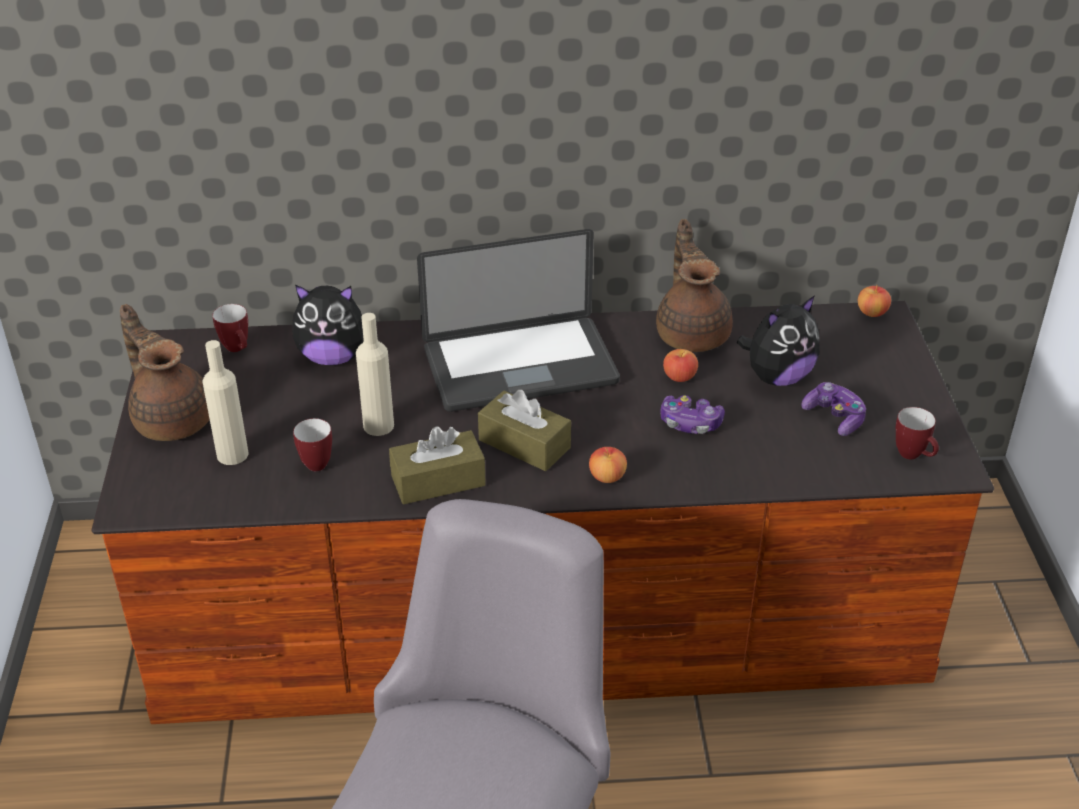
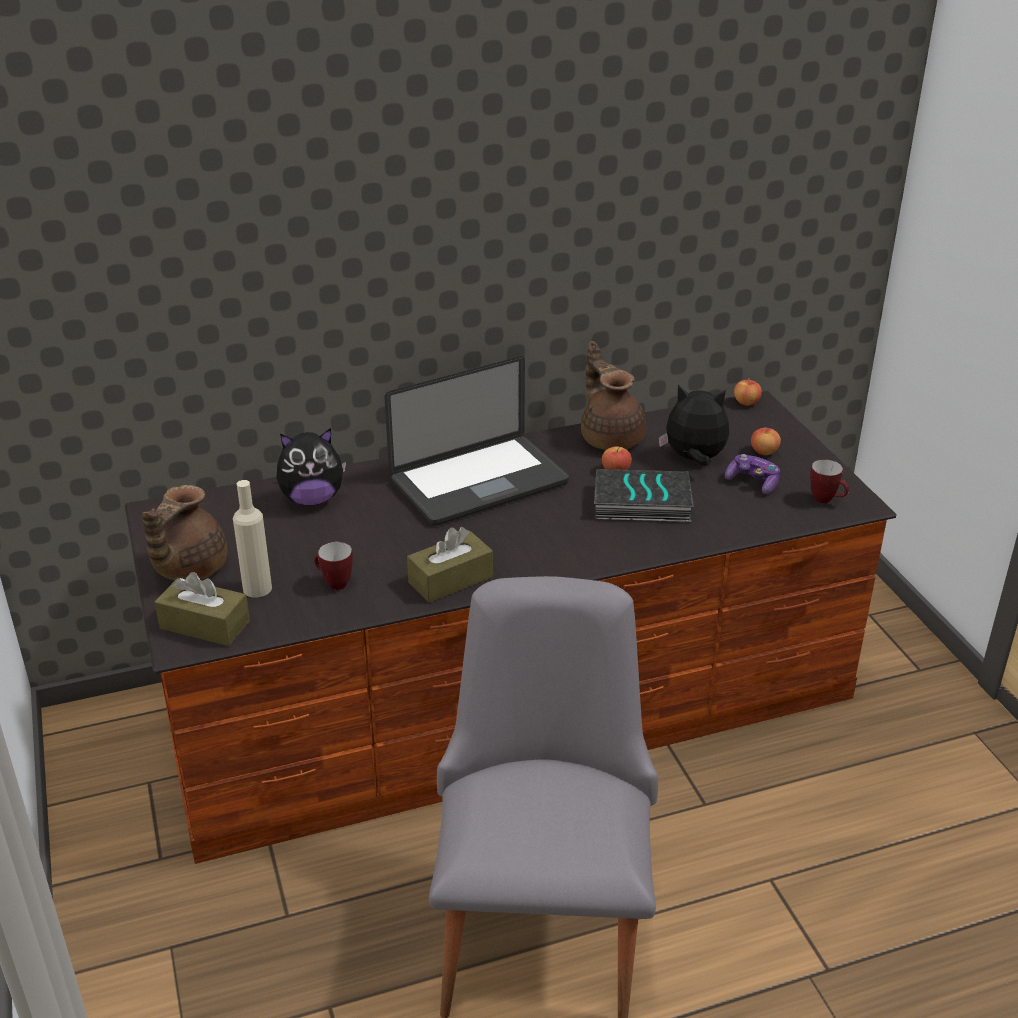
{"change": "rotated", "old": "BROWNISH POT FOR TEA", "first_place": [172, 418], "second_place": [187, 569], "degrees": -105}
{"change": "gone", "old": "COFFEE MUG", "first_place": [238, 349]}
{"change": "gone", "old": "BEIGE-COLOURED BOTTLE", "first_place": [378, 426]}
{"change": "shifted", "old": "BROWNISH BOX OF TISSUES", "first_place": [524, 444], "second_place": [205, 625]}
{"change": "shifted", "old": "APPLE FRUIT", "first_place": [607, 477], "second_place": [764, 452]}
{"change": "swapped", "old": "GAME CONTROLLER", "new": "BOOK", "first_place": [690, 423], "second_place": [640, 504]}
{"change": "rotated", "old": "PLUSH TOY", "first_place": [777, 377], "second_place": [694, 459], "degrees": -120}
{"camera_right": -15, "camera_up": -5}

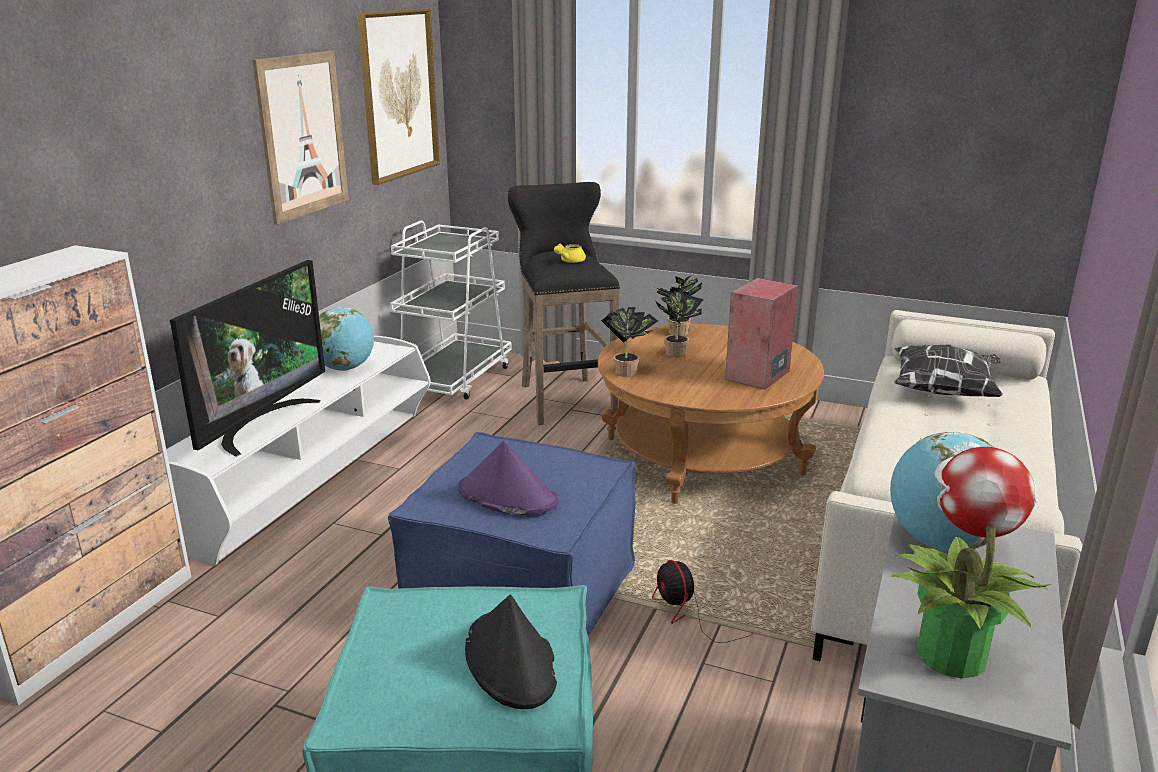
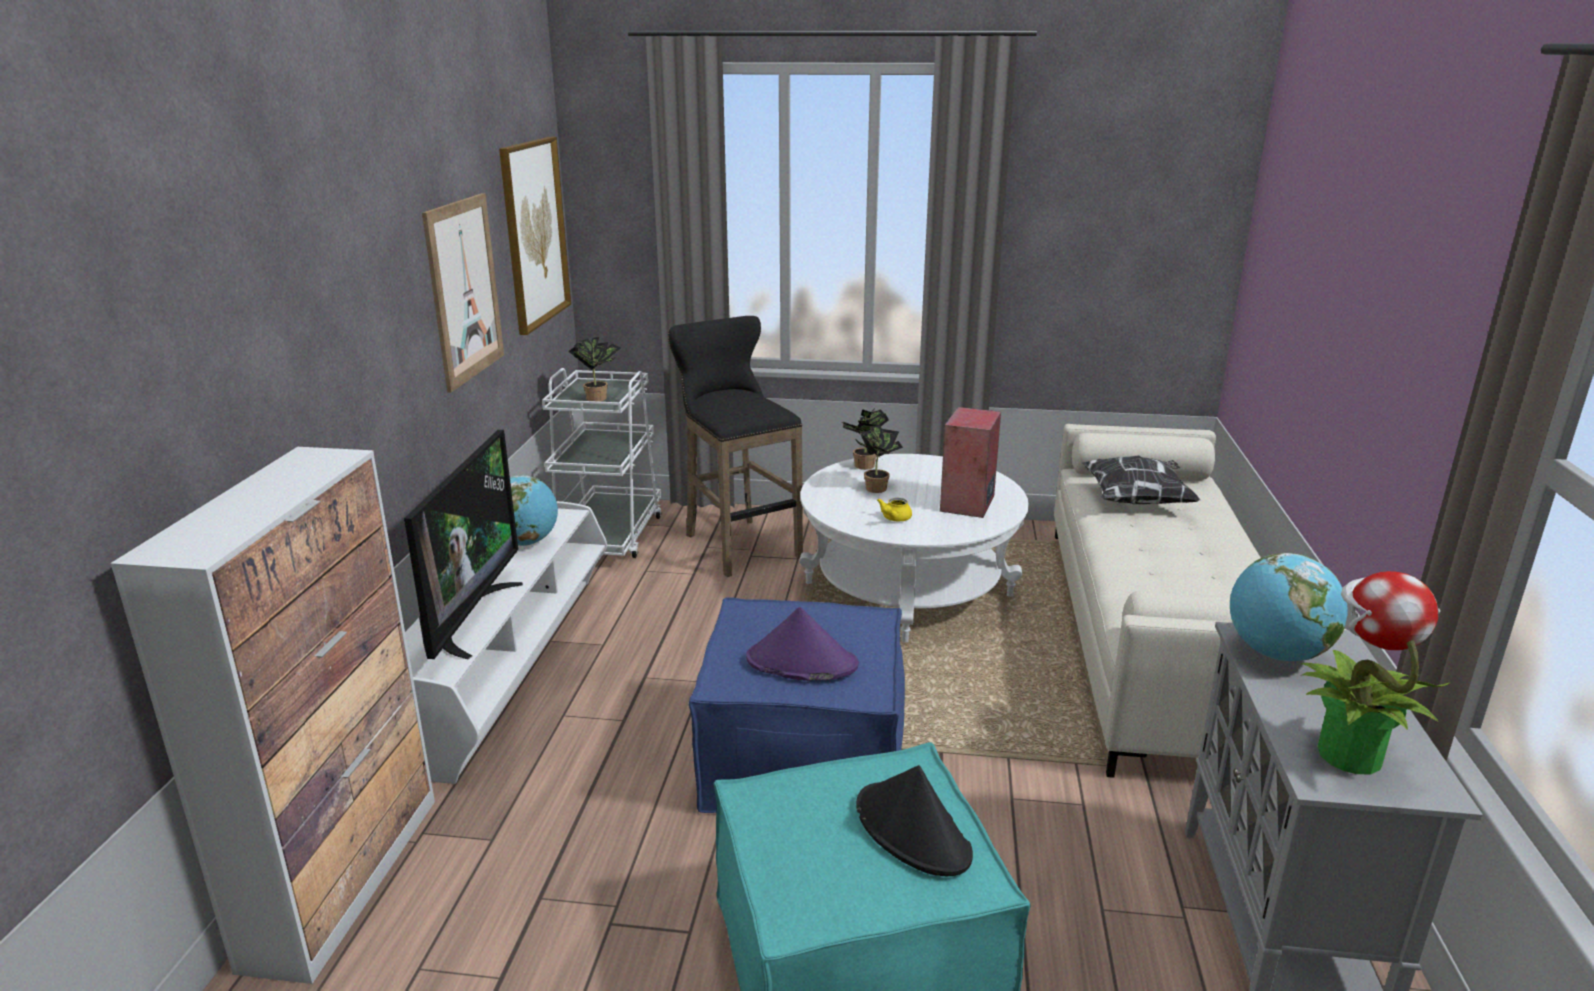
{"change": "shifted", "old": "YELLOWISH POT FOR TEA", "first_place": [569, 261], "second_place": [894, 519]}
{"change": "repainted", "old": "BROWNISH COFFEE TABLE", "new": "WHITE-COLOURED COFFEE TABLE", "first_place": [703, 456], "second_place": [908, 589]}
{"change": "shifted", "old": "PLANT IN A POT", "first_place": [628, 371], "second_place": [599, 398]}
{"change": "gone", "old": "FAN", "first_place": [697, 615]}
{"camera_right": -15, "camera_up": 0}

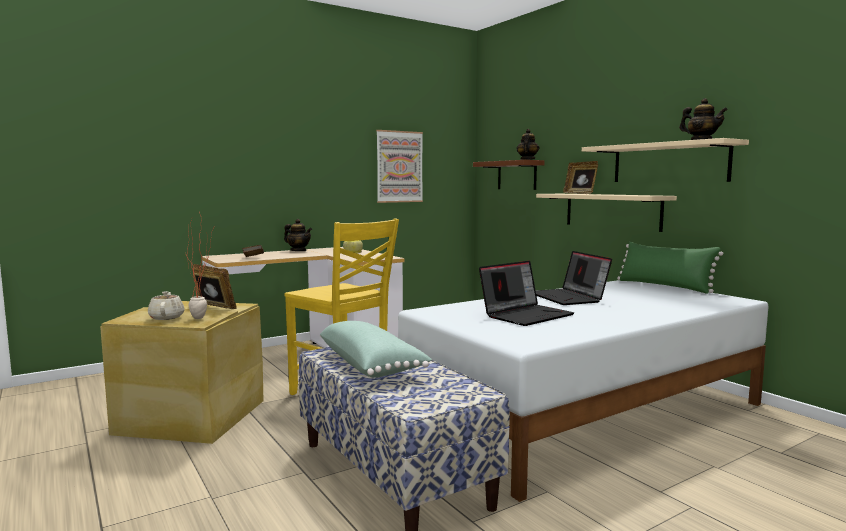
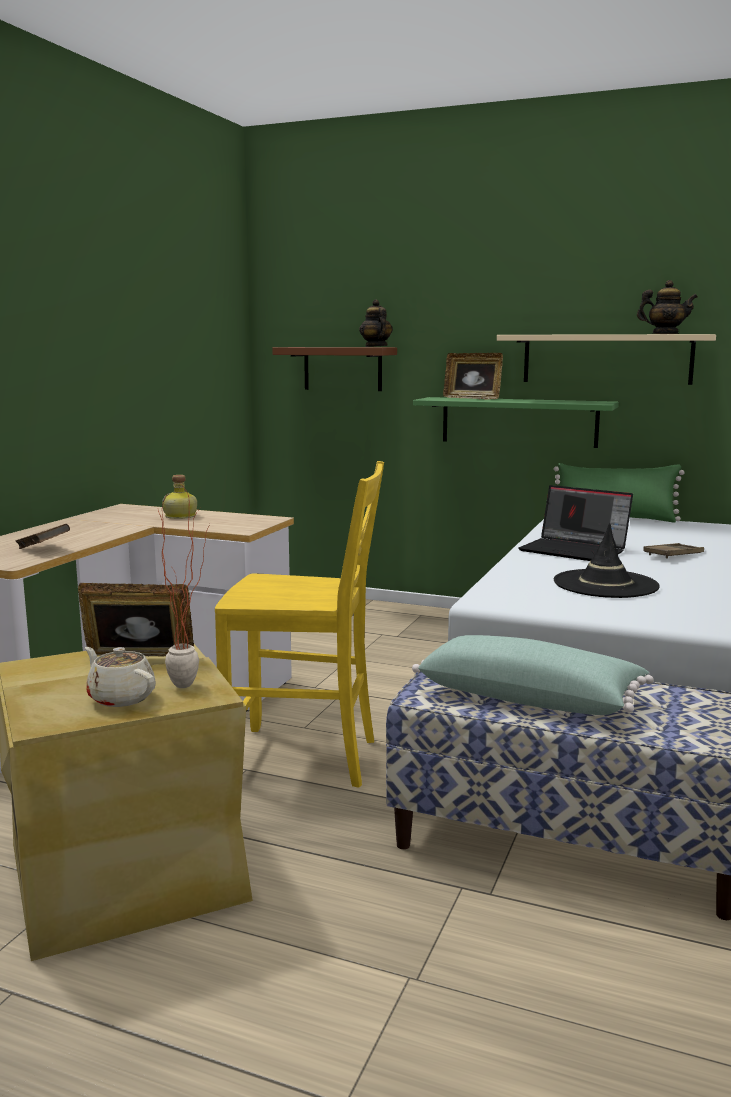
{"change": "gone", "old": "POT FOR TEA", "first_place": [298, 251]}
{"change": "gone", "old": "PICTURE", "first_place": [399, 167]}
{"change": "swapped", "old": "LAPTOP", "new": "BLACKISH HAT", "first_place": [526, 315], "second_place": [605, 584]}
{"change": "repainted", "old": "BEIGE-COLOURED BRACKET SHELF", "new": "GREEN BRACKET SHELF", "first_place": [612, 211], "second_place": [519, 422]}
{"change": "new", "new": "BROWNISH SERVING TRAY", "second_place": [673, 555]}
{"camera_right": -35, "camera_up": 5}

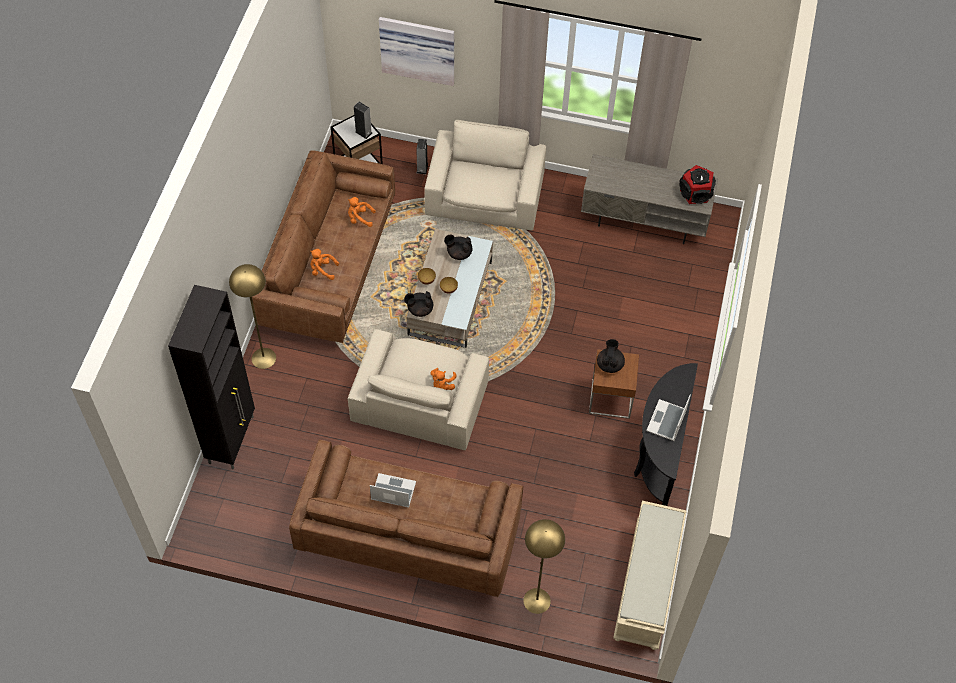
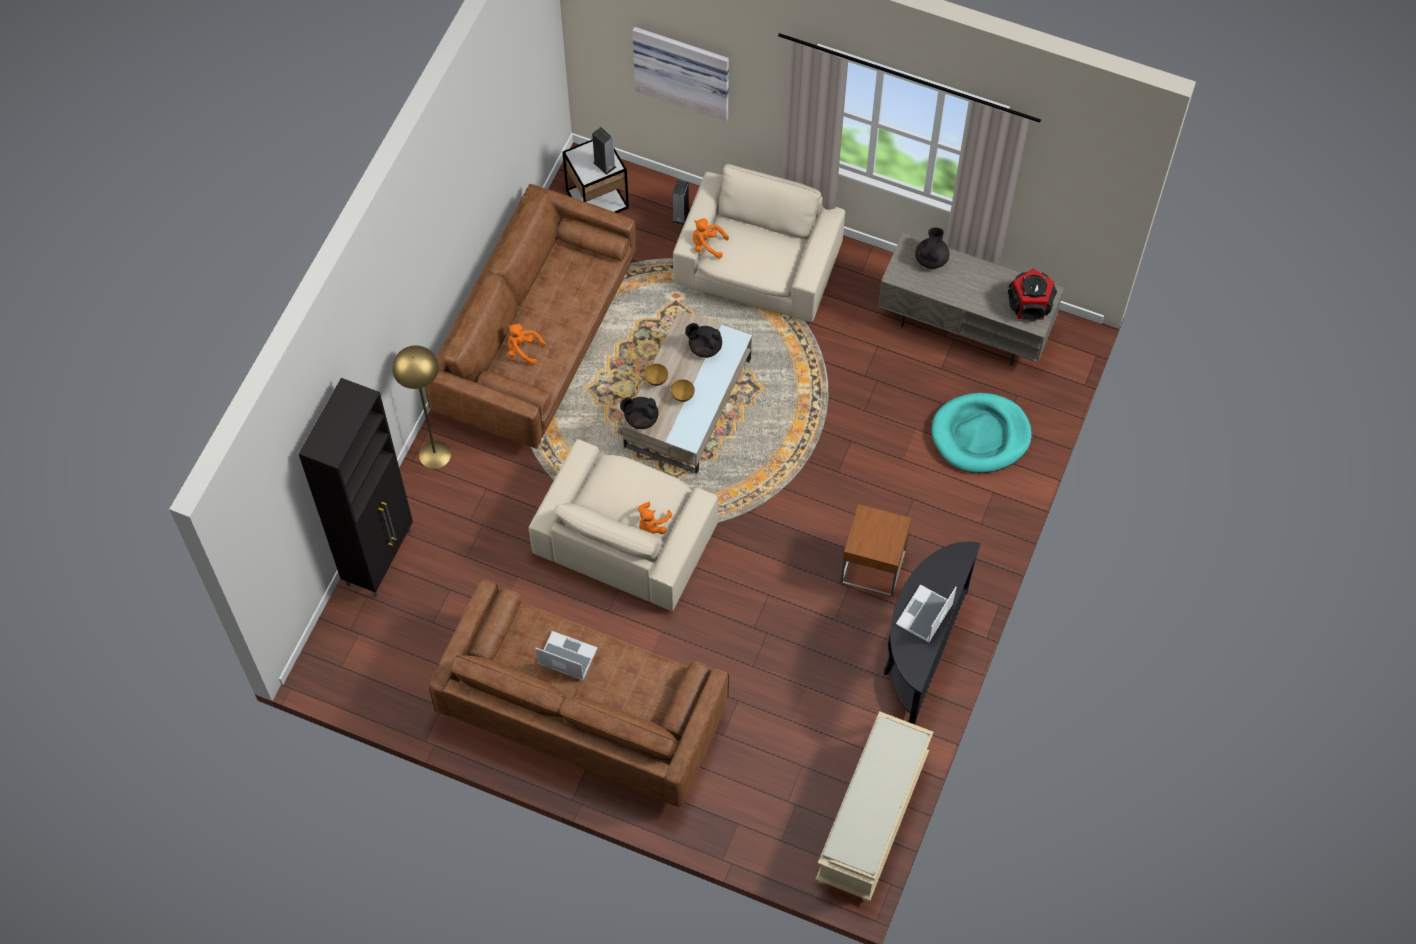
{"change": "shifted", "old": "ORANGEY PLUSH TOY", "first_place": [359, 218], "second_place": [707, 245]}
{"change": "gone", "old": "YELLOWISH FLOOR LAMP", "first_place": [536, 601]}
{"change": "shifted", "old": "BLACKISH POT FOR TEA", "first_place": [610, 364], "second_place": [931, 259]}
{"change": "new", "new": "BLUE-GREEN PET BED", "second_place": [980, 435]}
{"camera_right": 10, "camera_up": 5}

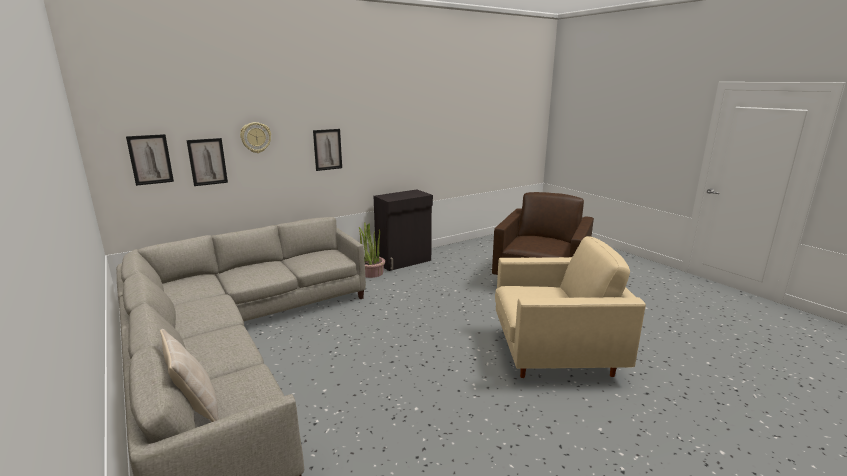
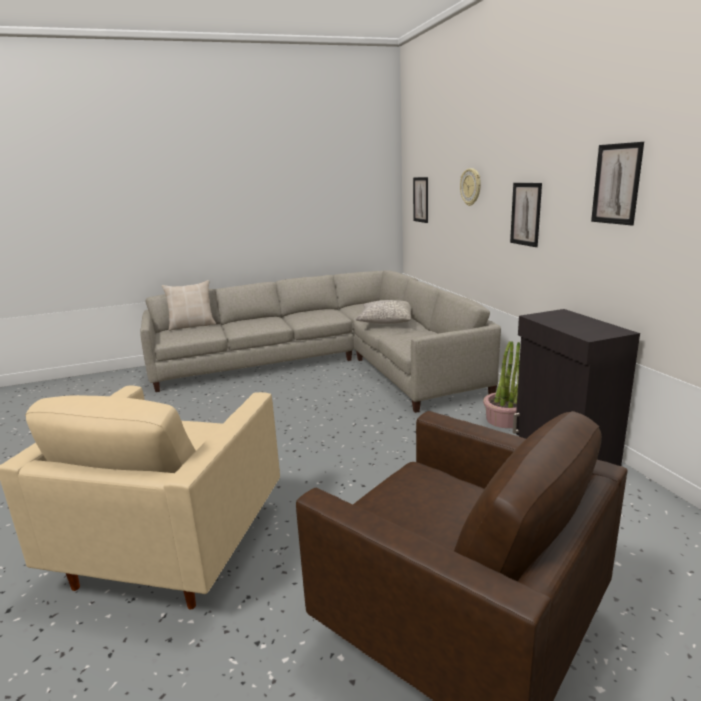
{"change": "shifted", "old": "PICTURE", "first_place": [207, 162], "second_place": [616, 184]}
{"change": "new", "new": "GREYISH CUSHION", "second_place": [385, 320]}
{"camera_right": 105, "camera_up": 0}

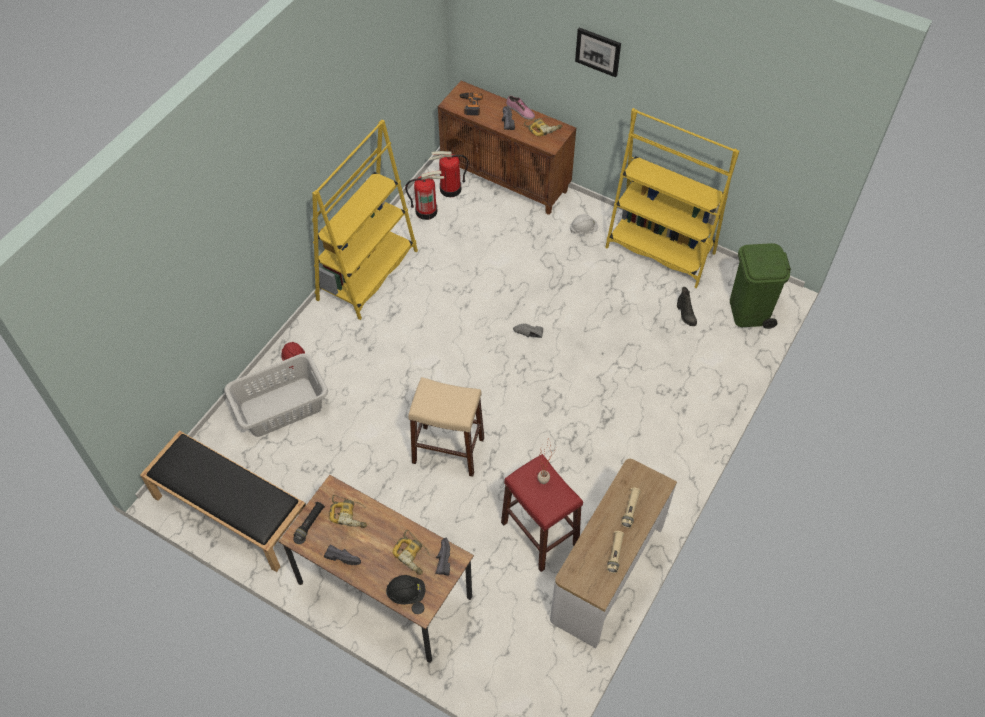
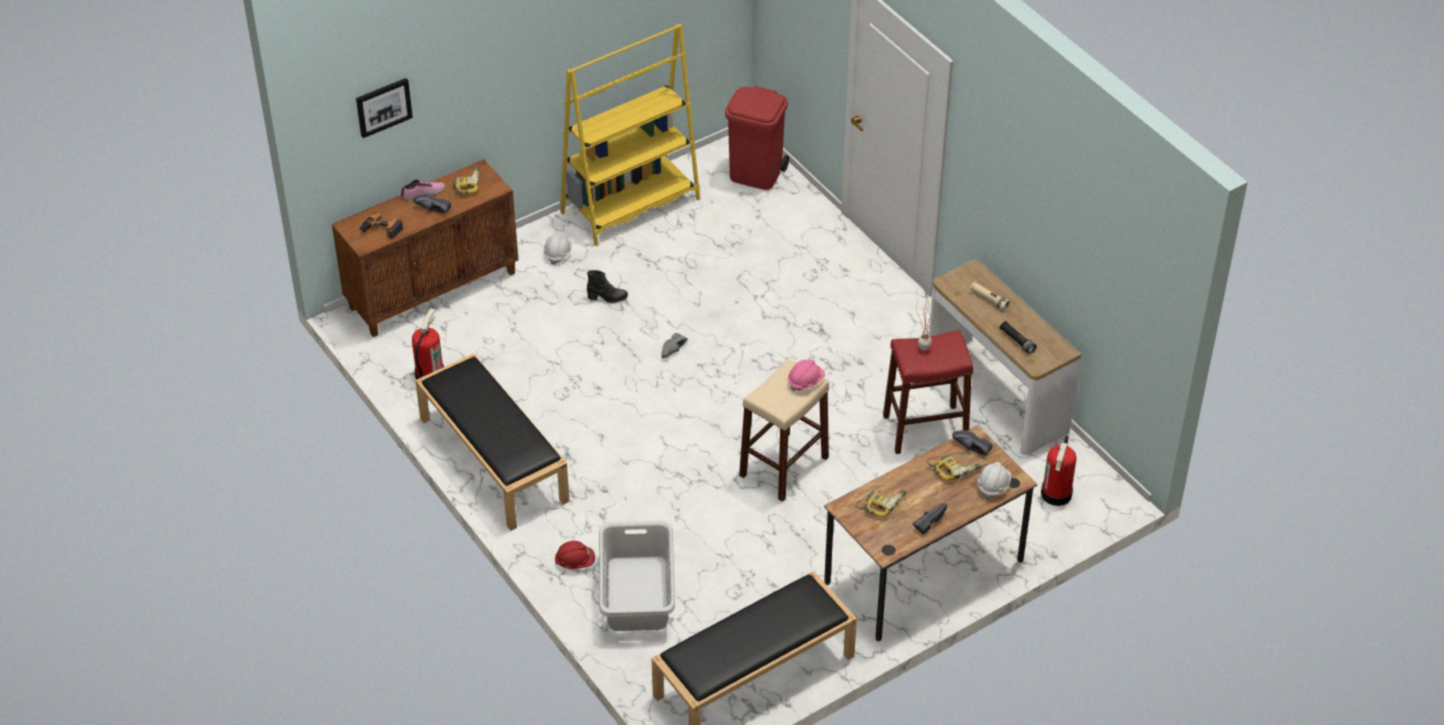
{"change": "shifted", "old": "BLACKISH FLASHLIGHT", "first_place": [310, 523], "second_place": [1017, 341]}
{"change": "swapped", "old": "YELLOWISH BOOKSHELF", "new": "BLACKISH LONG SEAT", "first_place": [368, 275], "second_place": [492, 459]}
{"change": "repainted", "old": "BLACKISH WORK HELMET", "new": "WHITE-COLOURED WORK HELMET", "first_place": [406, 593], "second_place": [993, 486]}
{"change": "shifted", "old": "FIRE-FIGHTING CYLINDER", "first_place": [450, 189], "second_place": [1056, 494]}
{"change": "shifted", "old": "PICTURE", "first_place": [598, 51], "second_place": [383, 107]}
{"change": "gone", "old": "BEIGE-COLOURED FLASHLIGHT", "first_place": [615, 554]}
{"change": "shifted", "old": "BLACKISH TALL BOOT", "first_place": [685, 315], "second_place": [607, 298]}
{"change": "repainted", "old": "GREEN WASTE BIN", "new": "RED WASTE BIN", "first_place": [749, 312], "second_place": [756, 174]}
{"change": "new", "new": "PINKISH WORK HELMET", "second_place": [805, 381]}
{"camera_right": -65, "camera_up": -10}

